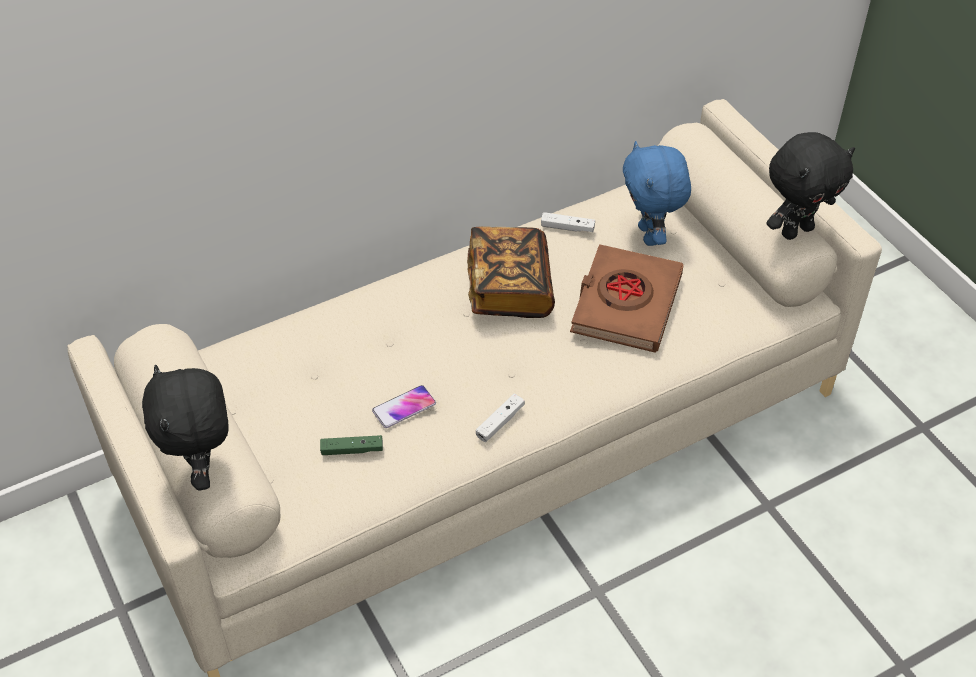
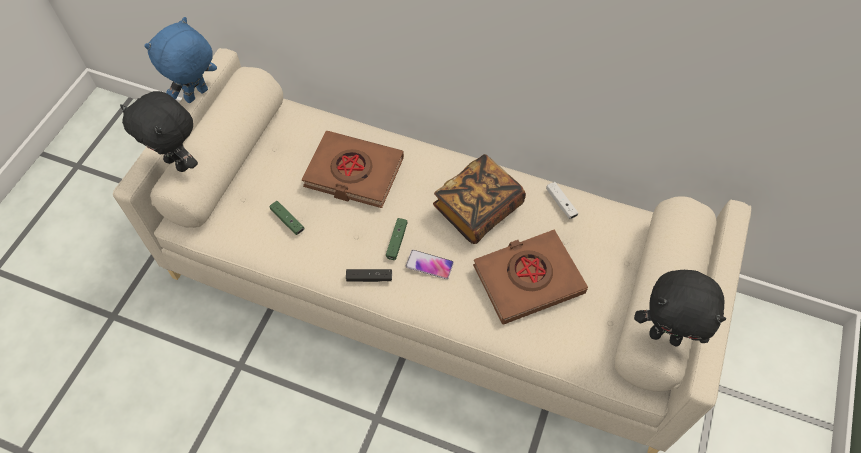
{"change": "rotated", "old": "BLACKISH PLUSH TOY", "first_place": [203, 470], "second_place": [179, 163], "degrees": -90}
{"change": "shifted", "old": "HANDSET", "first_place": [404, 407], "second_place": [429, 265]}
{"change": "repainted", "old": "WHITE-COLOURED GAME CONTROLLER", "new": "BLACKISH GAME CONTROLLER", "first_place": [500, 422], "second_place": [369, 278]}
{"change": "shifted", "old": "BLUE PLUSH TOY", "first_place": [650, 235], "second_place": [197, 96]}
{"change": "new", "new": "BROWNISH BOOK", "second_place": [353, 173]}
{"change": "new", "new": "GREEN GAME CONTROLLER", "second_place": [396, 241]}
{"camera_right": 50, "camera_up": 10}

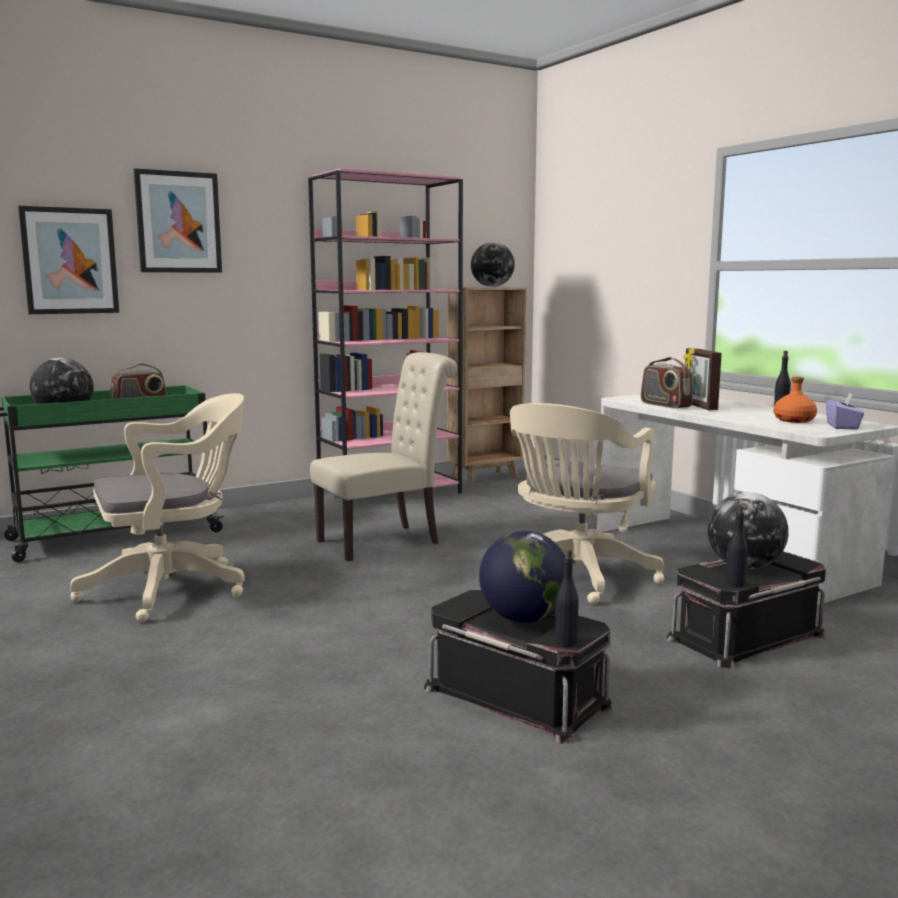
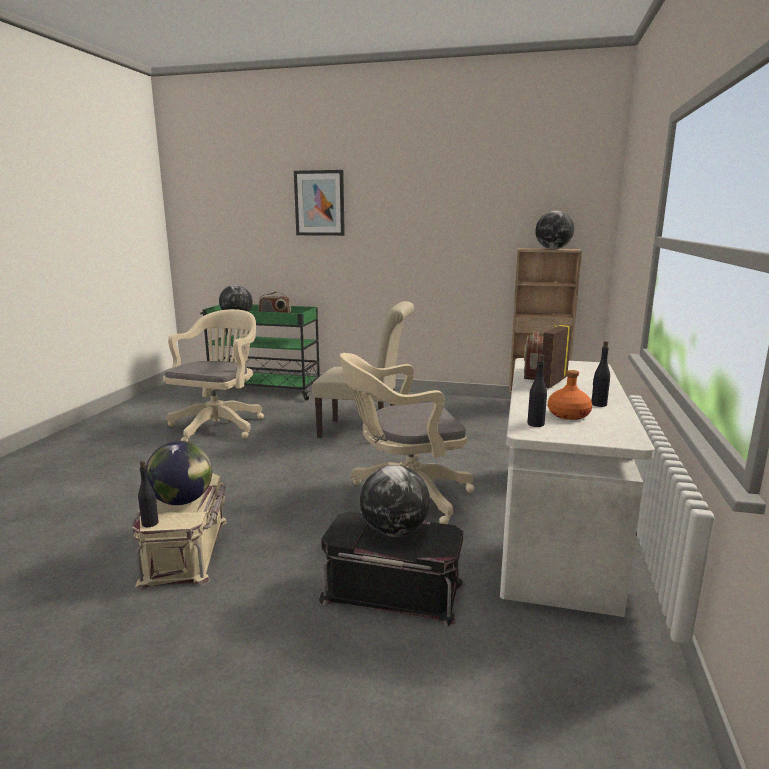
{"change": "gone", "old": "PICTURE", "first_place": [70, 261]}
{"change": "rotated", "old": "BEIGE-COLOURED OFFICE CHAIR", "first_place": [173, 588], "second_place": [219, 425], "degrees": -90}
{"change": "gone", "old": "PINKISH BOOKSHELF", "first_place": [390, 494]}
{"change": "repainted", "old": "BLACKISH STORAGE CONTAINER", "new": "BEIGE-COLOURED STORAGE CONTAINER", "first_place": [518, 696], "second_place": [187, 551]}
{"change": "shifted", "old": "BLACKISH BOTTLE", "first_place": [734, 584], "second_place": [535, 424]}
{"change": "gone", "old": "PURPLE BOX OF TISSUES", "first_place": [843, 426]}
{"camera_right": 45, "camera_up": 5}

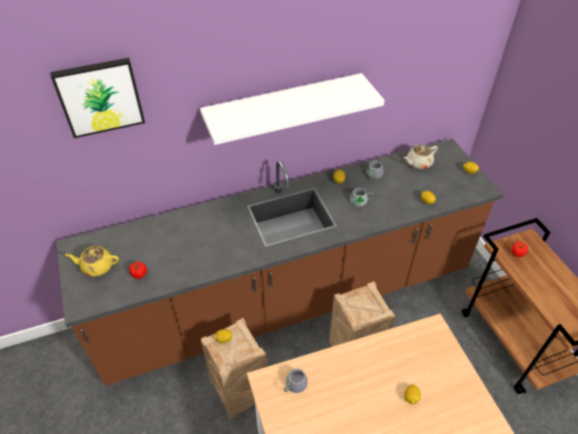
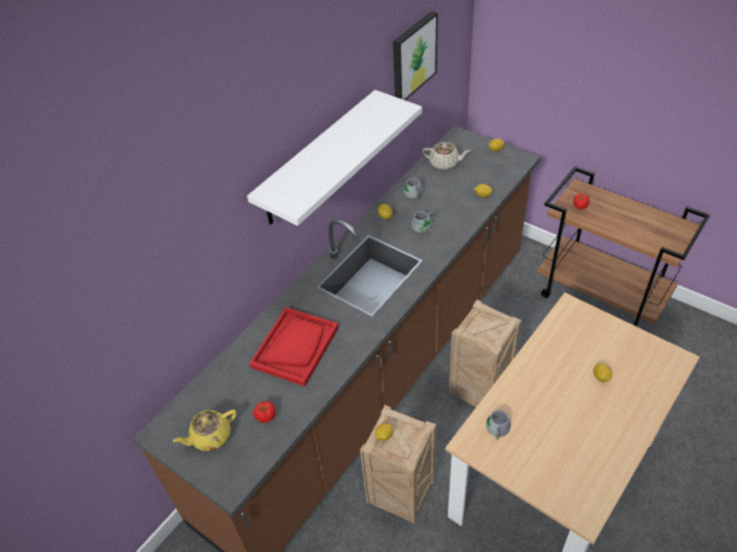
{"change": "shifted", "old": "PICTURE", "first_place": [100, 97], "second_place": [413, 57]}
{"change": "rotated", "old": "BEIGE-COLOURED POT FOR TEA", "first_place": [418, 163], "second_place": [444, 163], "degrees": -105}
{"change": "new", "new": "RED SERVING TRAY", "second_place": [295, 347]}
{"camera_right": -30, "camera_up": 0}

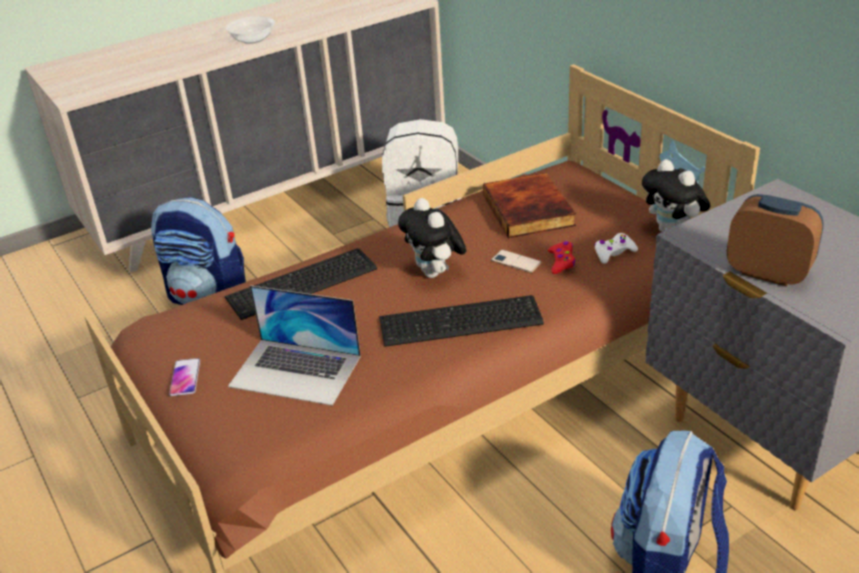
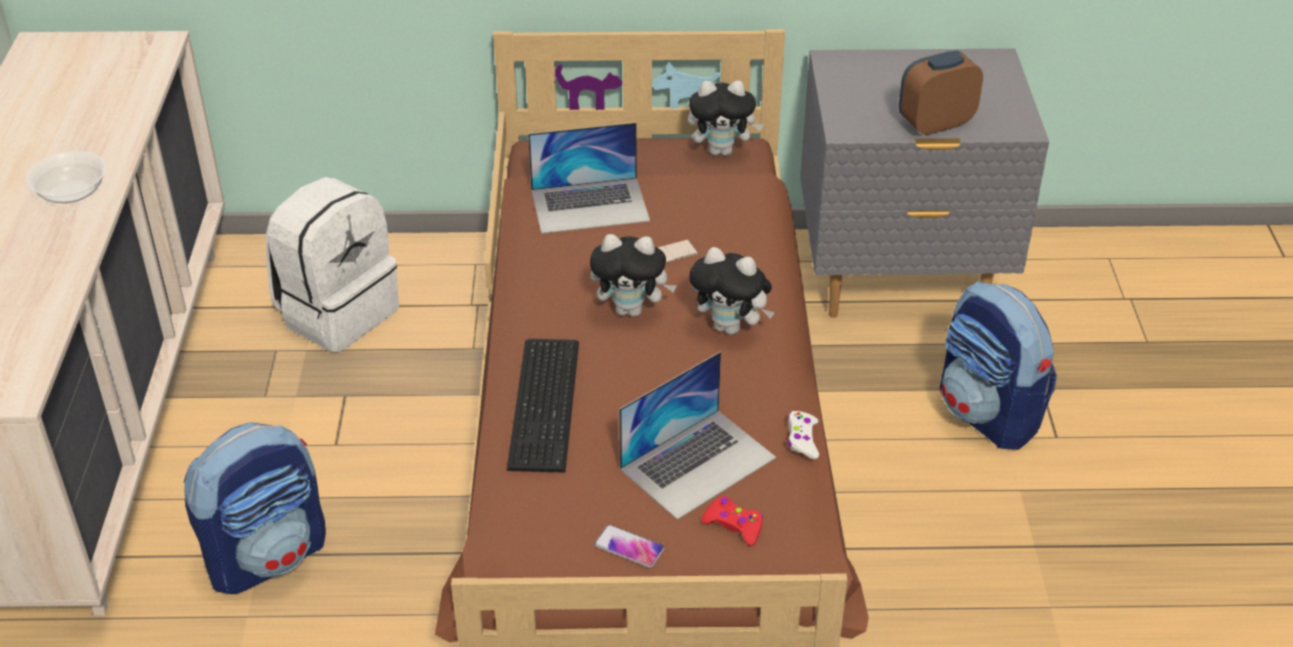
{"change": "swapped", "old": "KEYBOARD", "new": "PLUSH TOY", "first_place": [462, 322], "second_place": [731, 327]}
{"change": "swapped", "old": "BOOK", "new": "LAPTOP", "first_place": [530, 210], "second_place": [590, 205]}
{"change": "shifted", "old": "RED GAME CONTROLLER", "first_place": [561, 262], "second_place": [733, 525]}
{"change": "shifted", "old": "WHITE-COLOURED GAME CONTROLLER", "first_place": [613, 253], "second_place": [802, 439]}
{"camera_right": -60, "camera_up": 5}

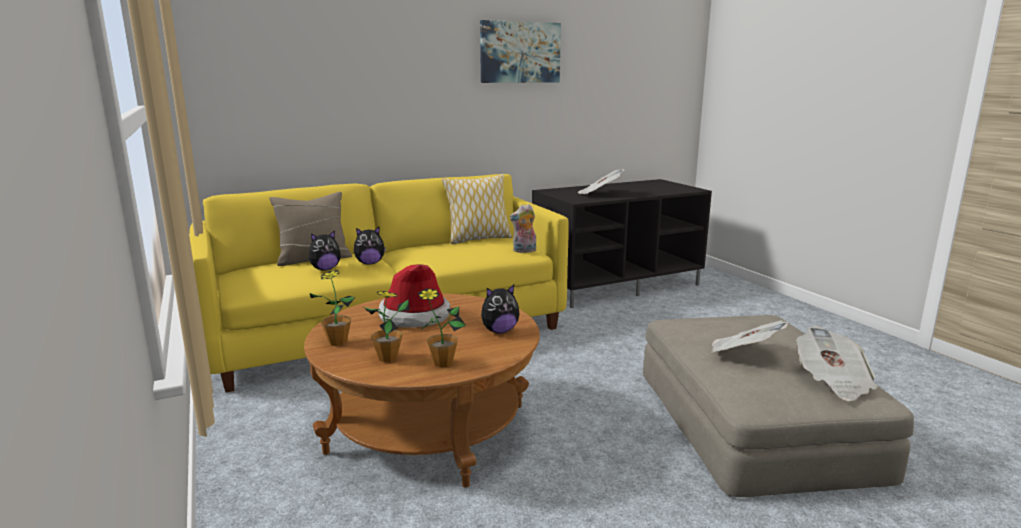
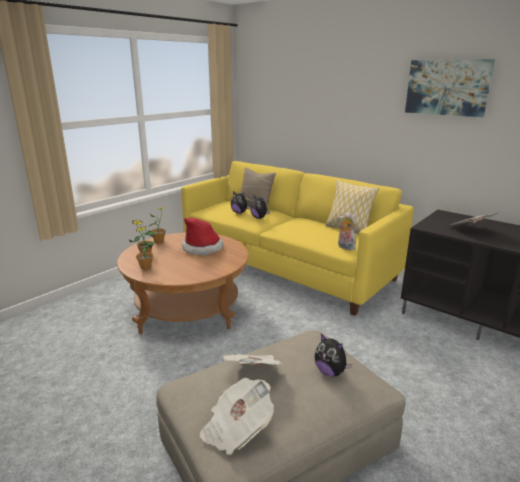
{"change": "shifted", "old": "PLUSH TOY", "first_place": [499, 331], "second_place": [330, 372]}
{"camera_right": 65, "camera_up": 5}

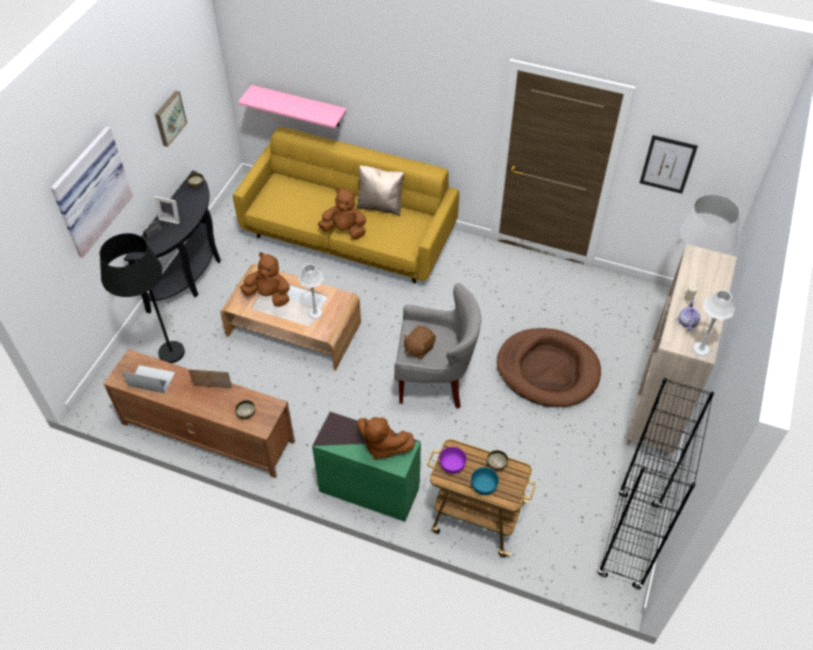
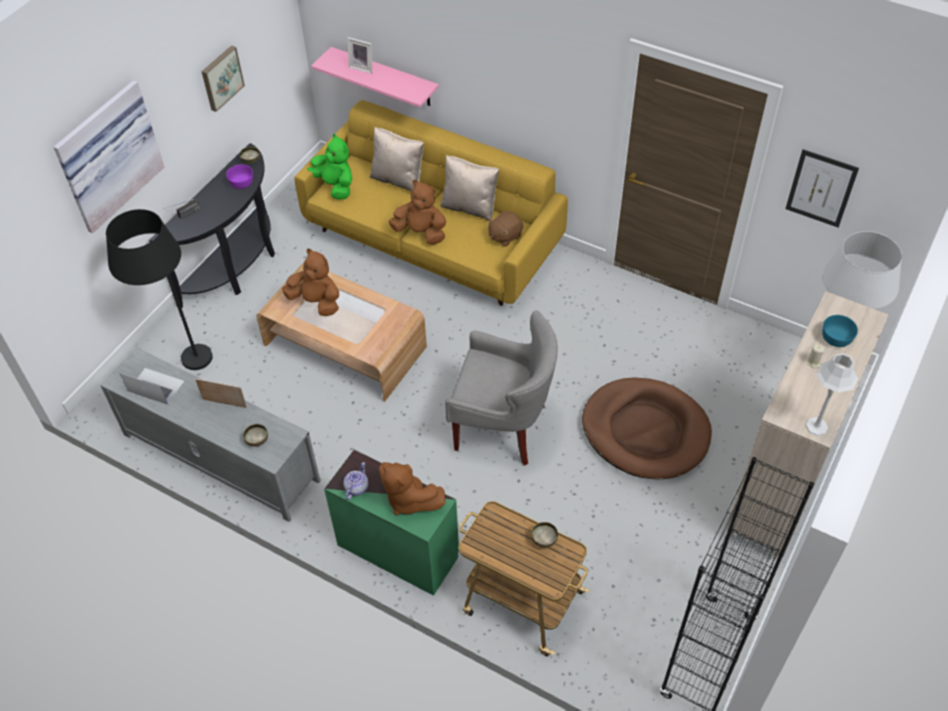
{"change": "repainted", "old": "BROWNISH MEDIA CONSOLE", "new": "GREYISH MEDIA CONSOLE", "first_place": [207, 432], "second_place": [220, 457]}
{"change": "shifted", "old": "PHOTO FRAME", "first_place": [170, 218], "second_place": [362, 67]}
{"change": "gone", "old": "GREYISH TABLE LAMP", "first_place": [315, 313]}
{"change": "shifted", "old": "BROWNISH PLUSH TOY", "first_place": [419, 348], "second_place": [505, 236]}
{"change": "shifted", "old": "PURPLE BOWL", "first_place": [452, 464], "second_place": [241, 182]}
{"change": "shifted", "old": "BLUE-GREEN BOWL", "first_place": [483, 486], "second_place": [835, 338]}
{"change": "shifted", "old": "POT FOR TEA", "first_place": [687, 322], "second_place": [356, 487]}
{"change": "new", "new": "GREEN PLUSH TOY", "second_place": [335, 186]}
{"change": "new", "new": "BEIGE-COLOURED CUSHION", "second_place": [398, 179]}
{"camera_right": 10, "camera_up": 0}

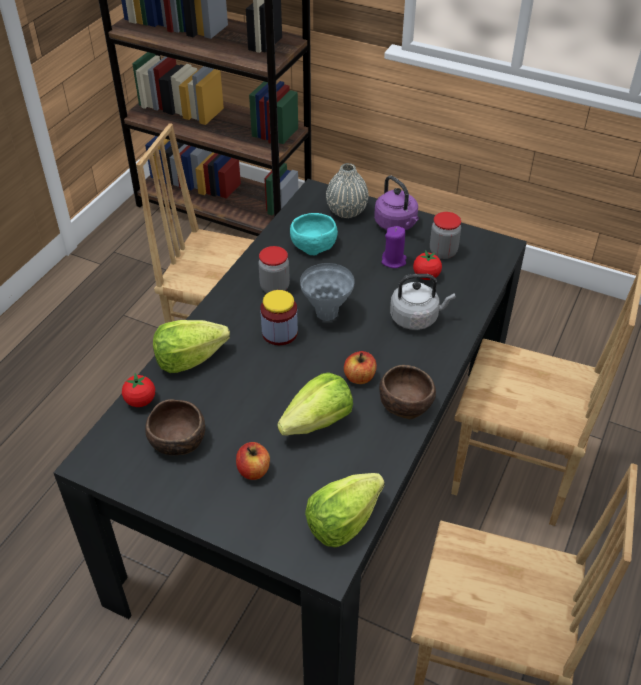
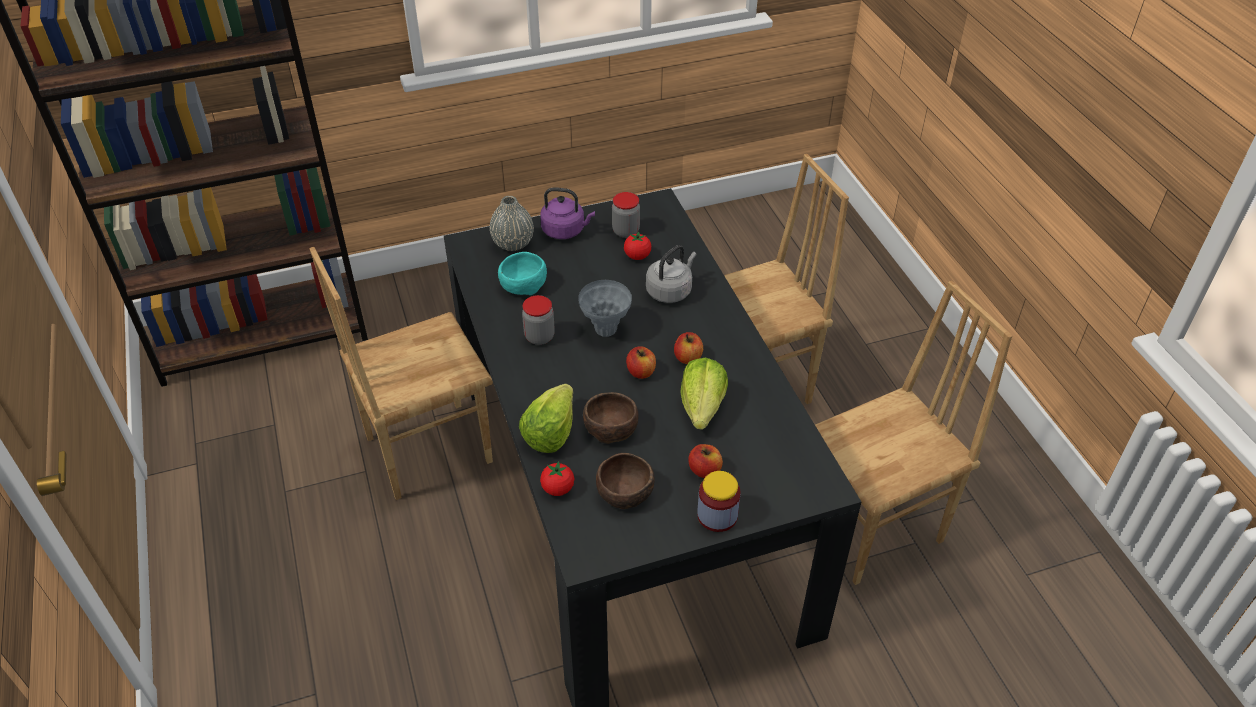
{"change": "shifted", "old": "JAR", "first_place": [279, 333], "second_place": [717, 515]}
{"change": "gone", "old": "HEAD OF LETTUCE", "first_place": [343, 521]}
{"change": "shifted", "old": "BROWNISH BOWL", "first_place": [405, 402], "second_place": [610, 428]}
{"change": "gone", "old": "PURPLE CANDLE", "first_place": [394, 261]}
{"change": "new", "new": "APPLE FRUIT", "second_place": [641, 372]}
{"camera_right": -45, "camera_up": 0}

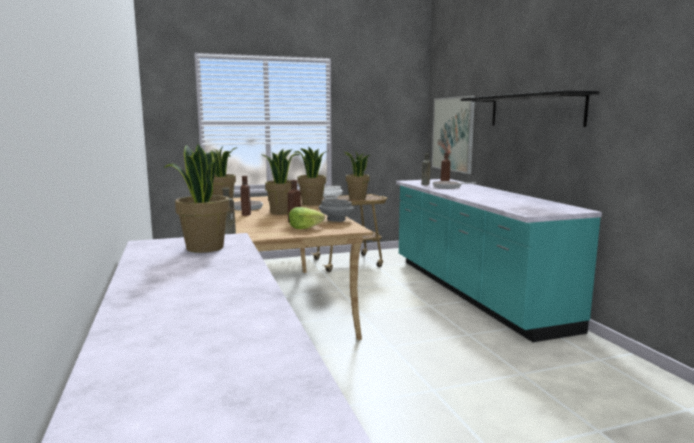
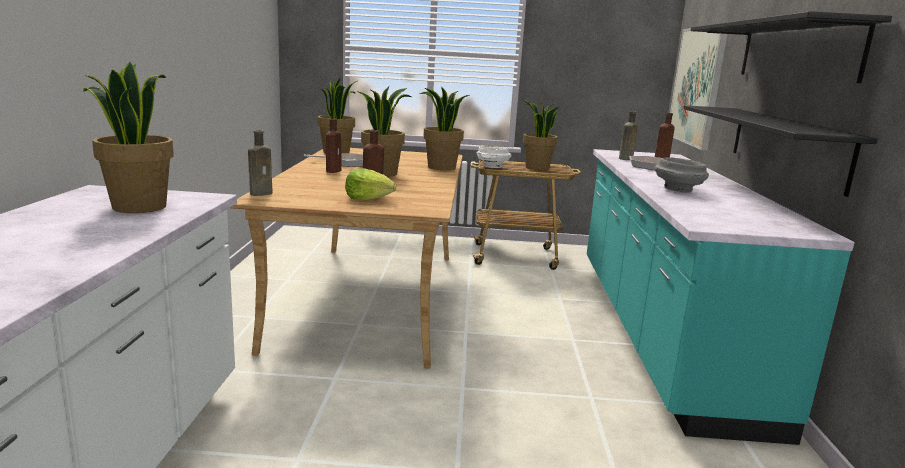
{"change": "shifted", "old": "GREYISH BOWL", "first_place": [335, 220], "second_place": [677, 190]}
{"change": "new", "new": "BLACKISH BRACKET SHELF", "second_place": [786, 145]}
{"camera_right": 20, "camera_up": 5}

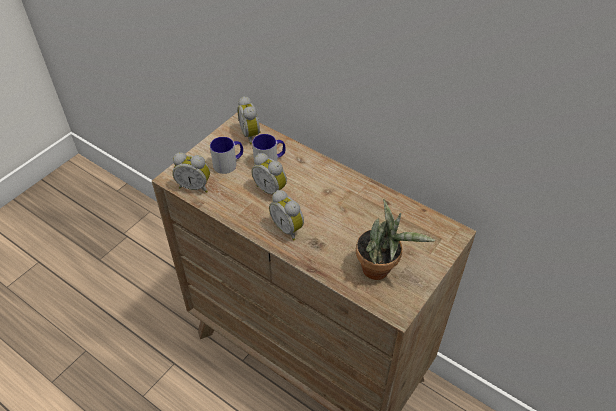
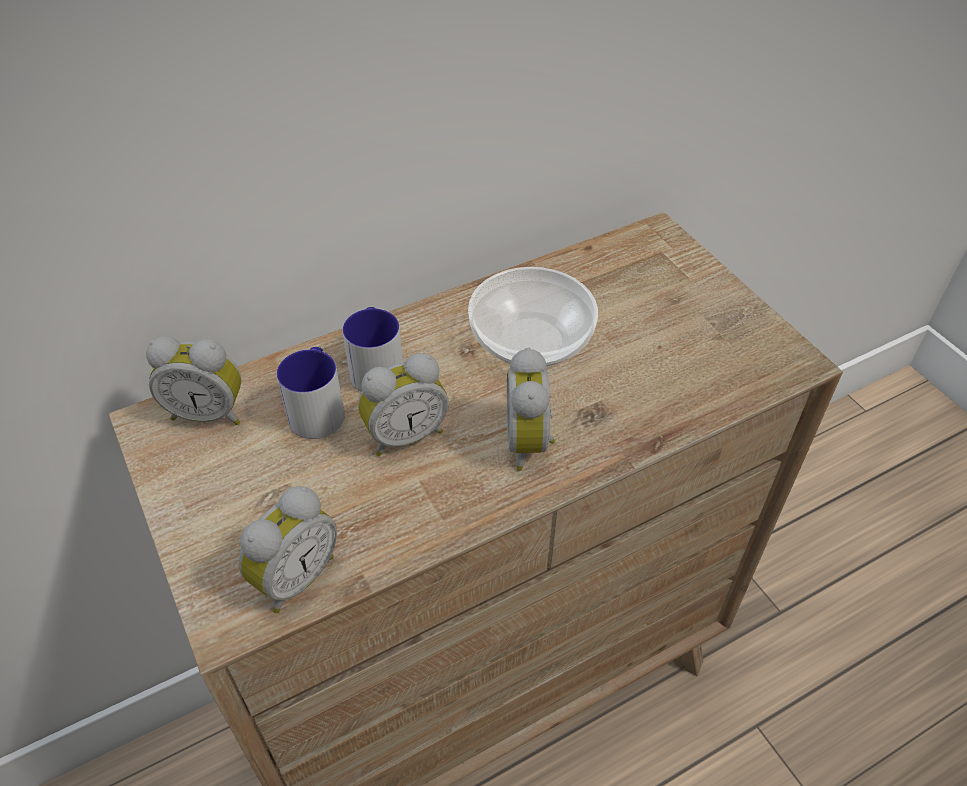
{"change": "shifted", "old": "COFFEE MUG", "first_place": [229, 163], "second_place": [376, 367]}
{"change": "rotated", "old": "TABLE CLOCK", "first_place": [288, 228], "second_place": [531, 443], "degrees": 105}
{"change": "gone", "old": "PLANT IN A POT", "first_place": [380, 269]}
{"change": "new", "new": "BOWL", "second_place": [530, 343]}
{"camera_right": -65, "camera_up": 0}

